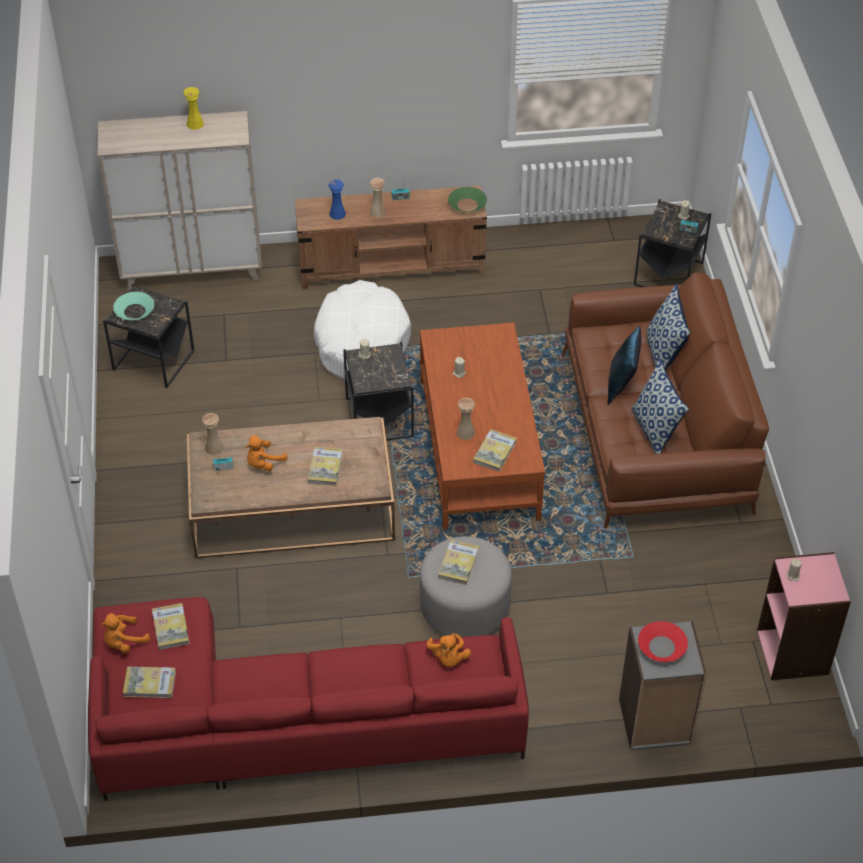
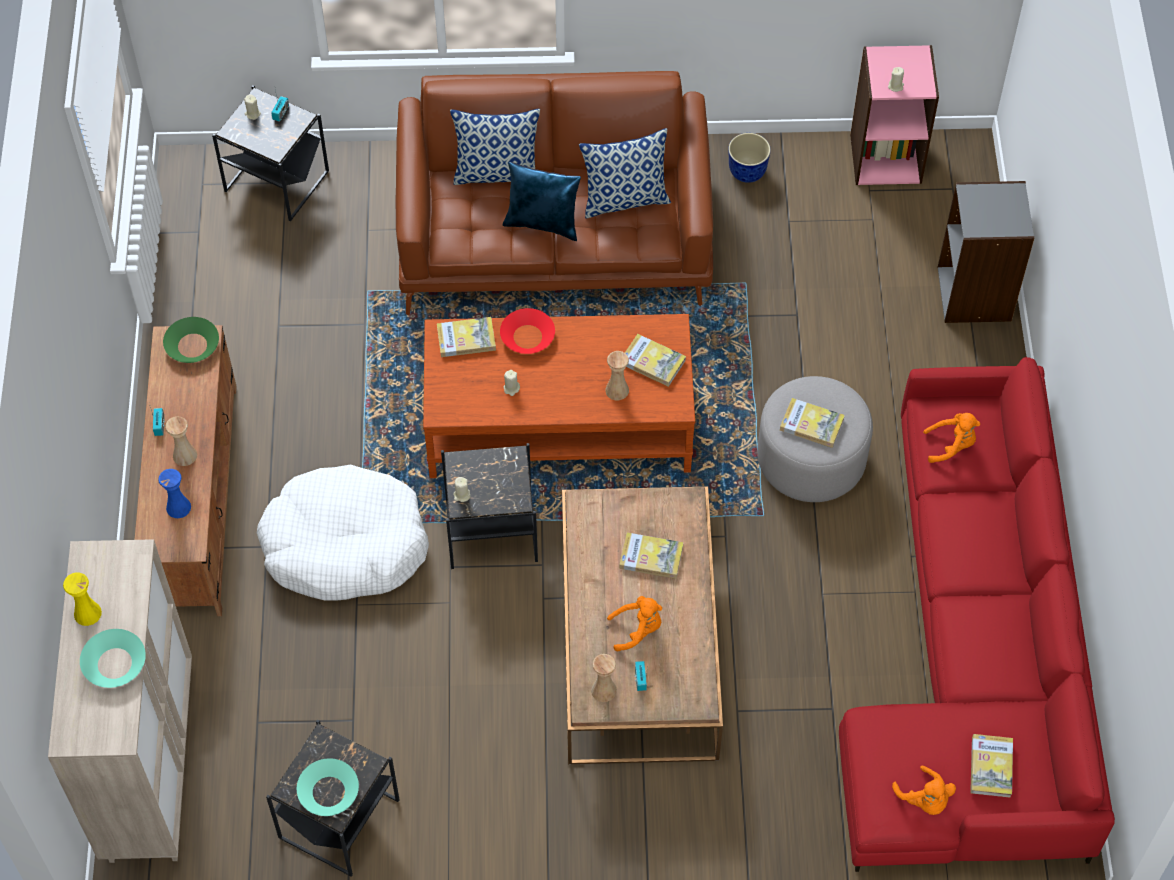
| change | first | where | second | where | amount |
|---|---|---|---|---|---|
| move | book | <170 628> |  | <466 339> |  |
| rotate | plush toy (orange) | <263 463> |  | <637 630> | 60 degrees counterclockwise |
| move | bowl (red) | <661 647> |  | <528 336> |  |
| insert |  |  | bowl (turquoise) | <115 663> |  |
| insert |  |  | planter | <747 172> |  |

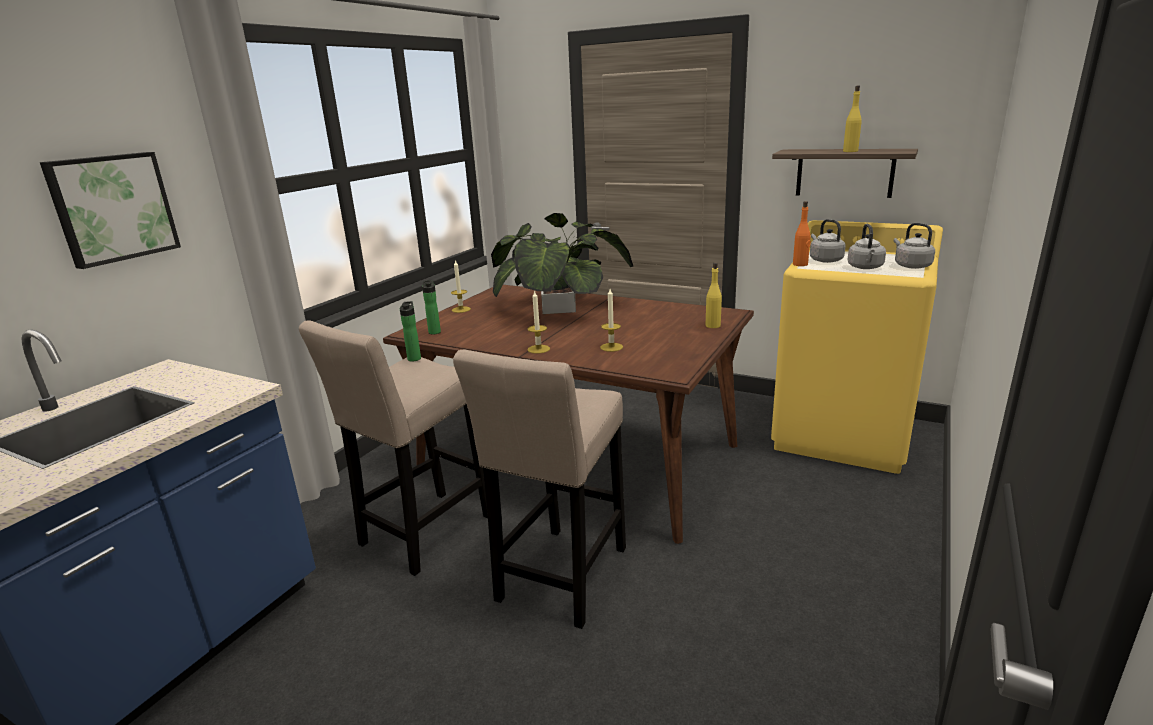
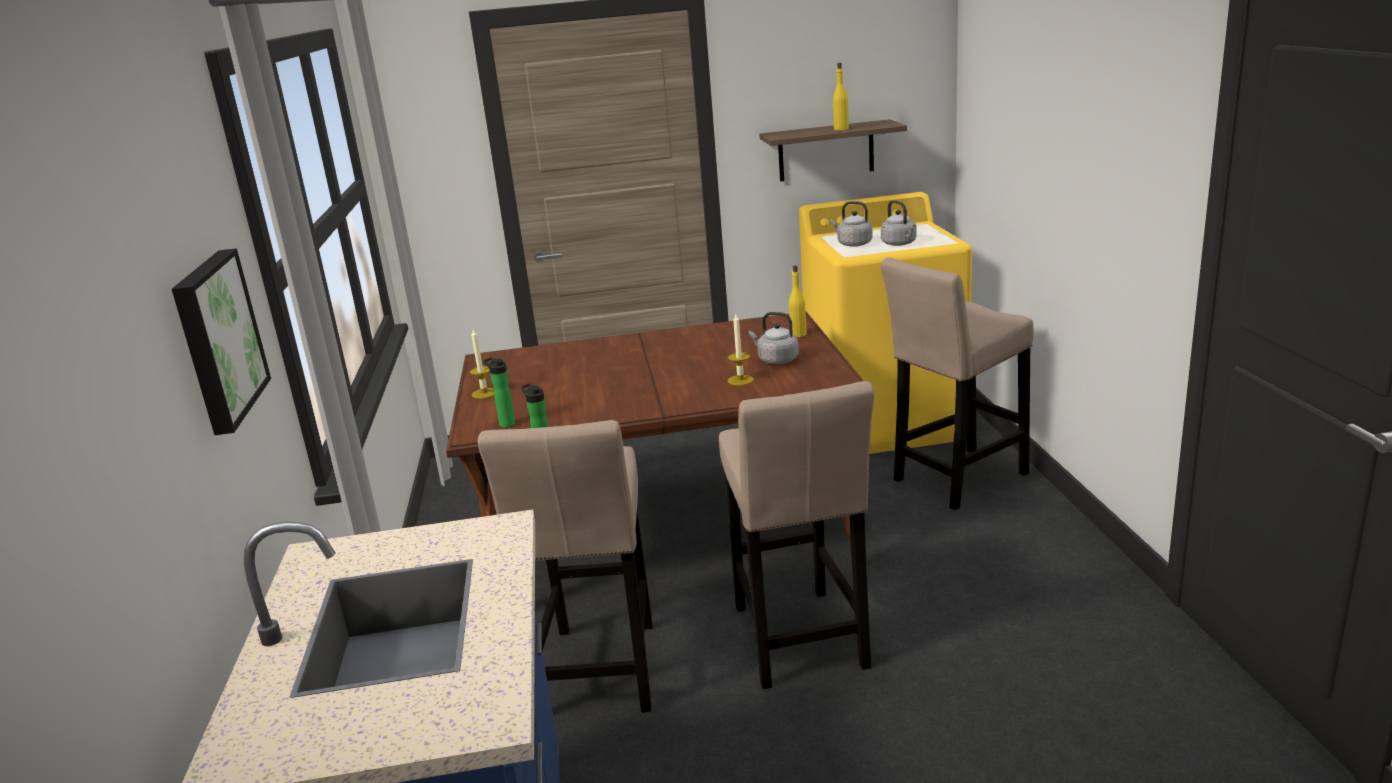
| change | first | where | second | where | amount |
|---|---|---|---|---|---|
| delete | potted plant | <558 308> |  |  |  |
| delete | candle | <538 349> |  |  |  |
| delete | bottle (orange) | <800 264> |  |  |  |
| move | kettle (grey) | <911 266> |  | <776 360> |  |
| insert |  |  | stool (beige) | <955 480> |  |

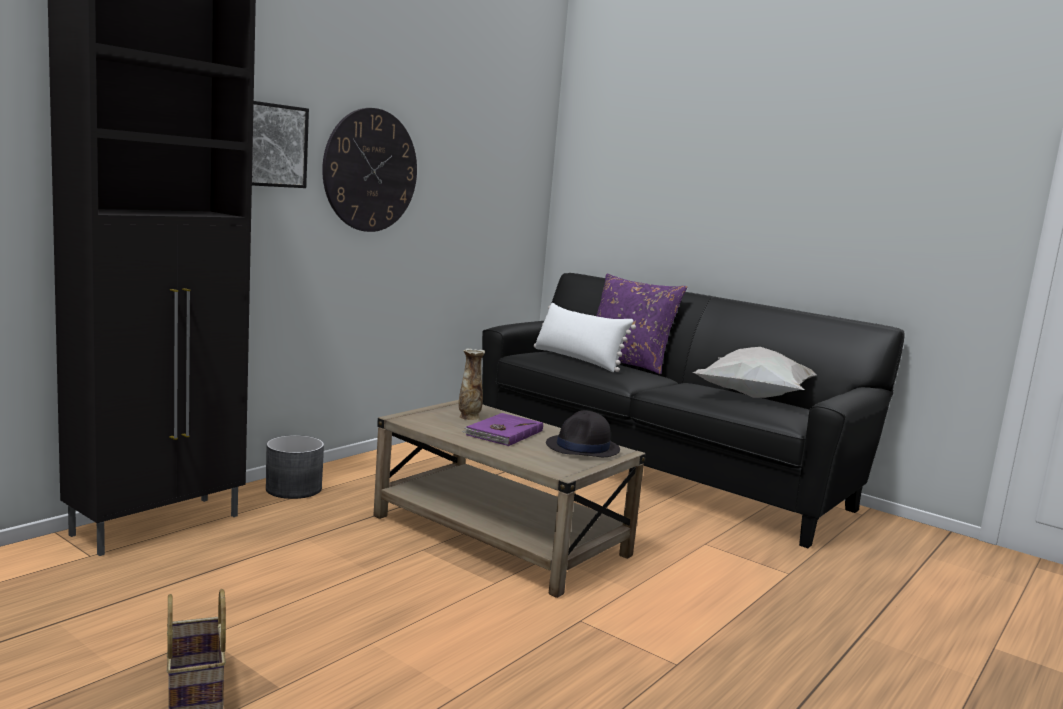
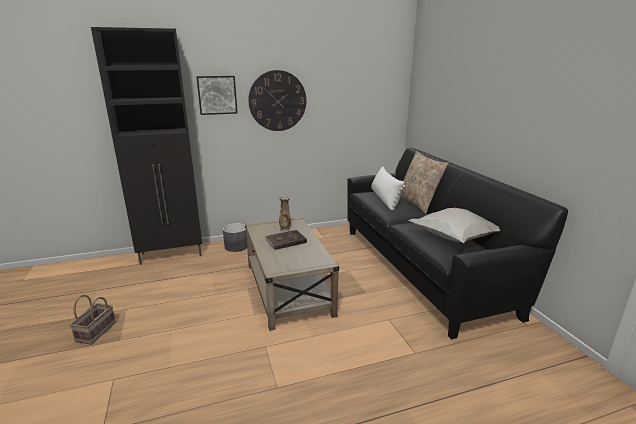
| change | first | where | second | where | amount |
|---|---|---|---|---|---|
| recolor | book (purple) | <503 433> | book (brown) | <285 241> |  |
| delete | hat (black) | <583 448> |  |  |  |
| recolor | pillow (purple) | <627 363> | pillow (beige) | <418 203> |  |

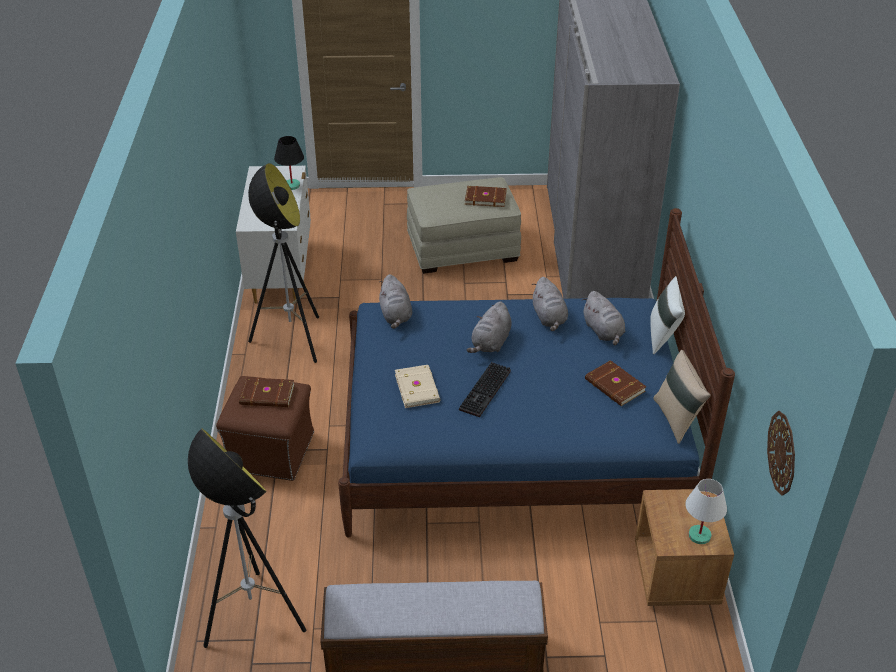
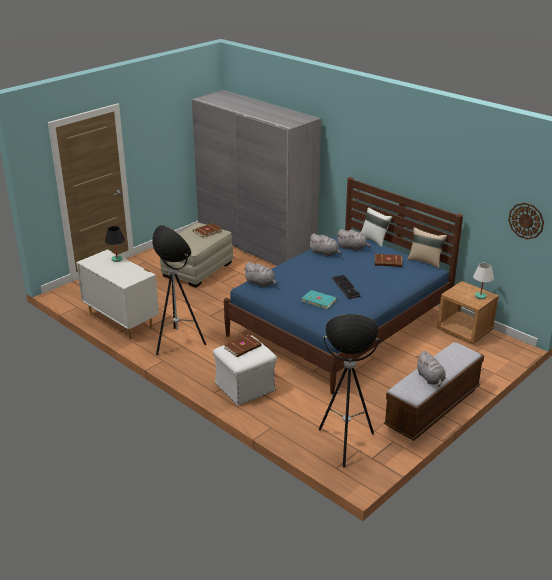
| change | first | where | second | where | amount |
|---|---|---|---|---|---|
| recolor | ottoman (brown) | <271 451> | ottoman (white) | <245 387> |  |
| recolor | book (beige) | <418 388> | book (turquoise) | <319 300> |  |
| move | plush toy (grey) | <490 343> |  | <430 379> |  |

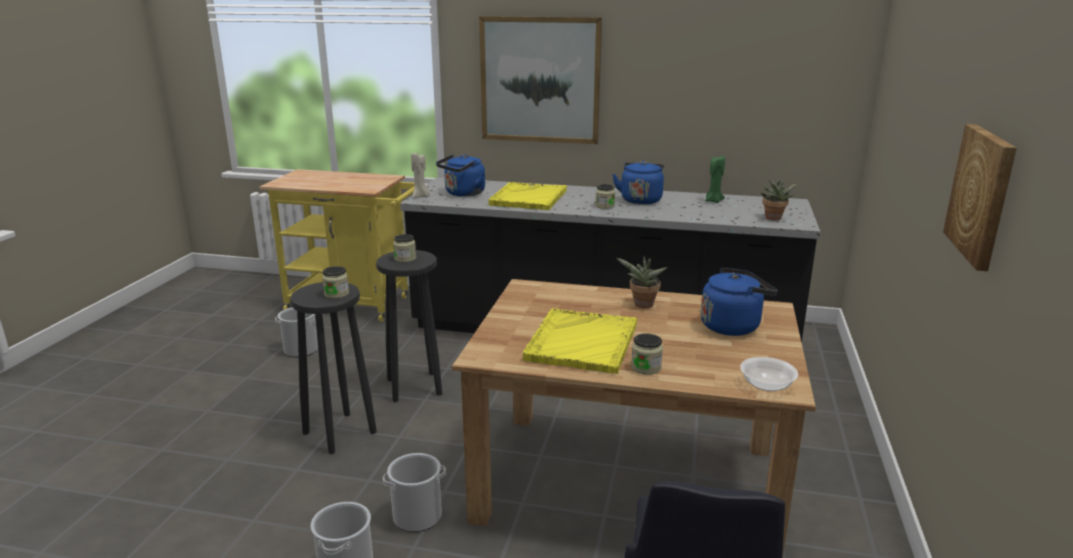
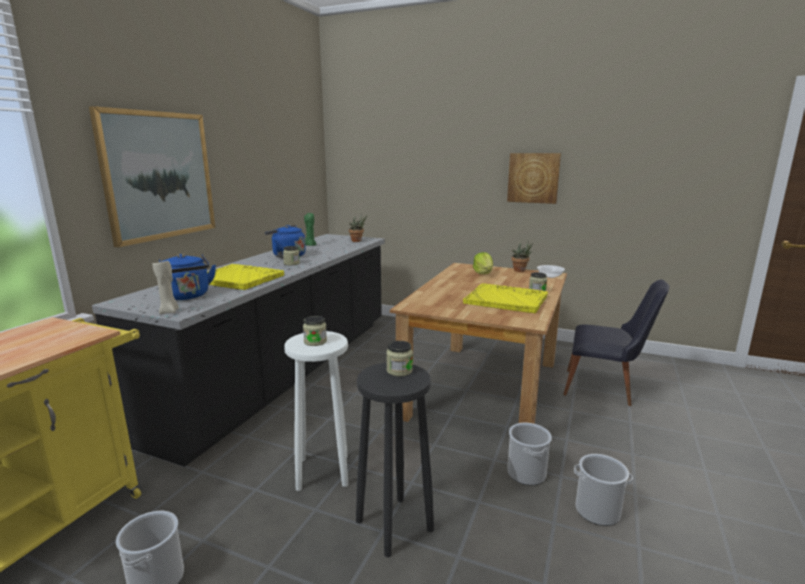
| change | first | where | second | where | amount |
|---|---|---|---|---|---|
| recolor | stool (black) | <415 386> | stool (white) | <323 471> |  |
| move | potted plant | <642 305> |  | <521 271> |  |
| replace | kettle (blue) | <733 326> | lettuce | <483 273> |  |

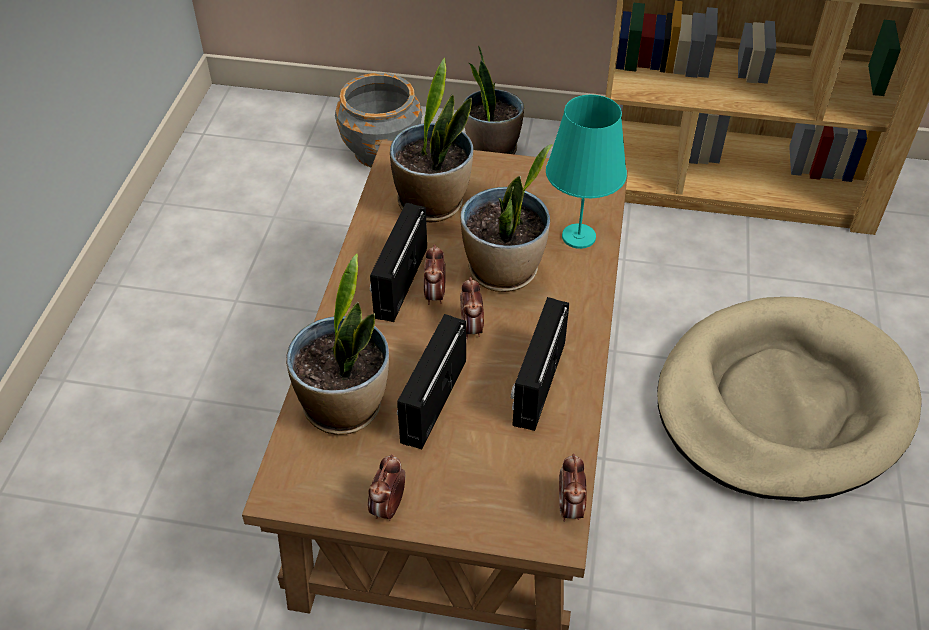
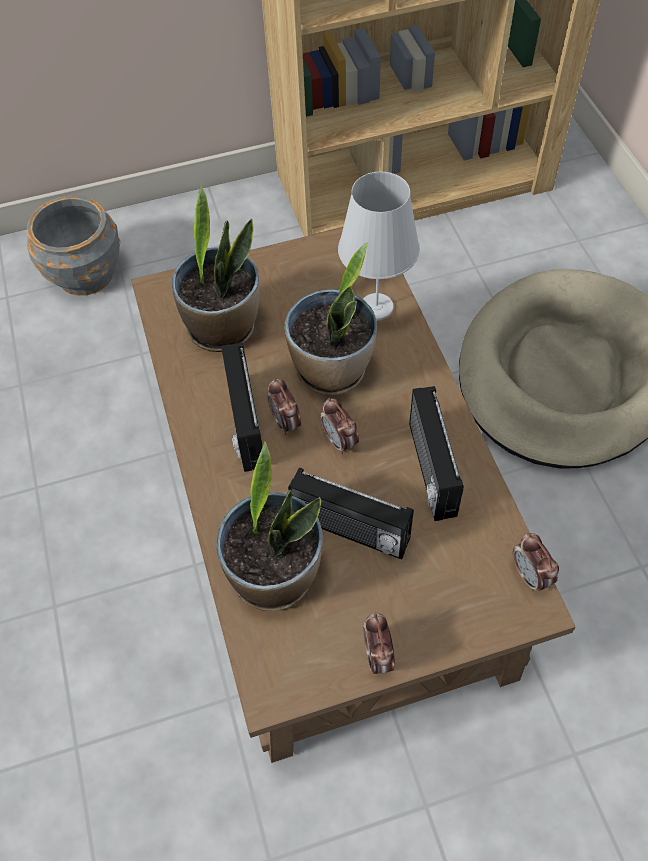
| change | first | where | second | where | amount |
|---|---|---|---|---|---|
| rotate | radio | <431 401> |  | <349 531> | 60 degrees counterclockwise |
| delete | potted plant | <491 149> |  |  |  |
| recolor | table lamp (turquoise) | <579 237> | table lamp (white) | <377 307> |  |

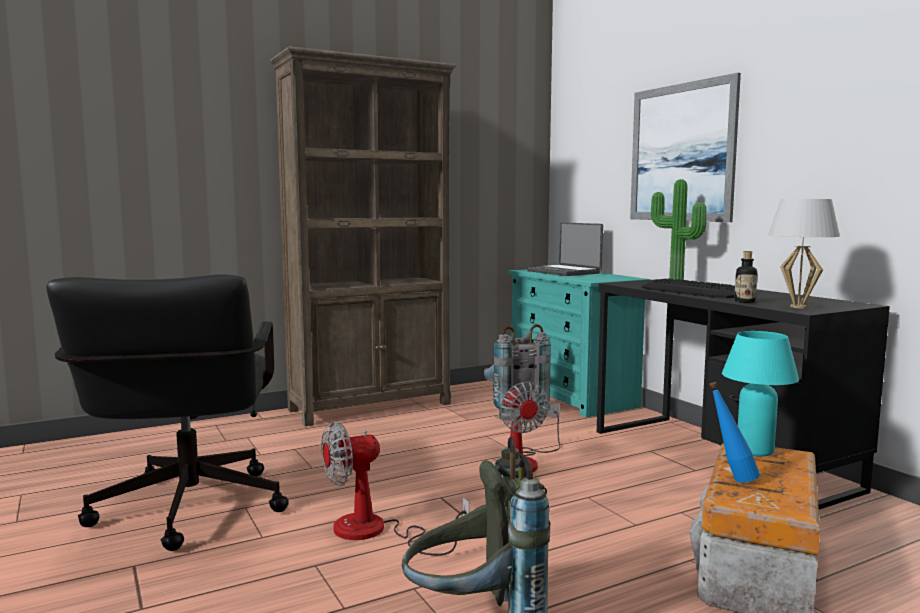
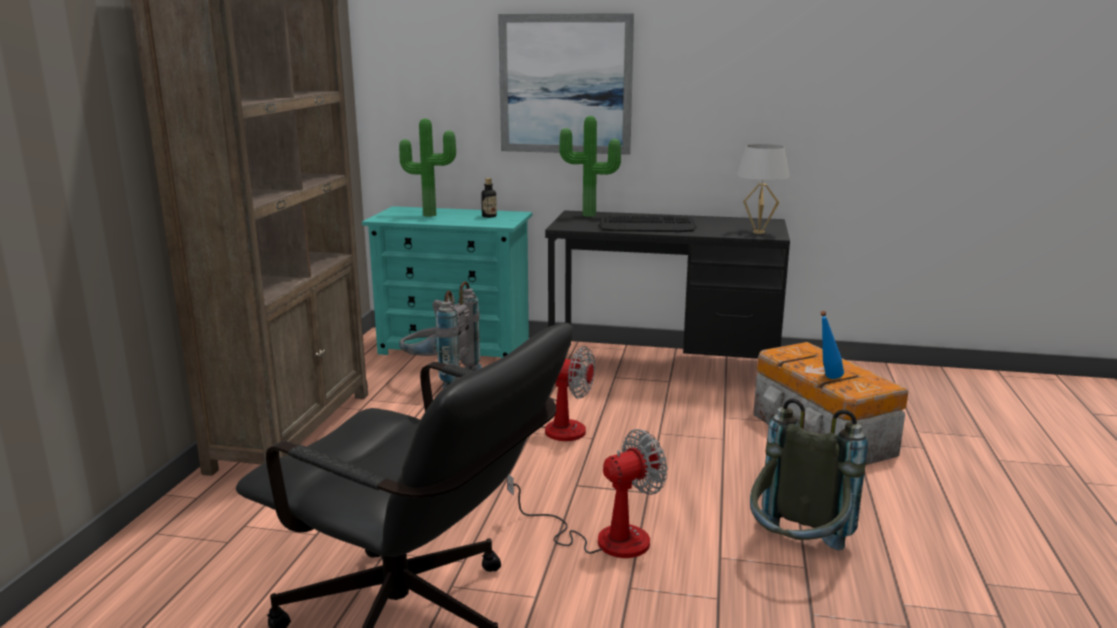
| change | first | where | second | where | amount |
|---|---|---|---|---|---|
| rotate | fan | <375 532> |  | <604 538> | 135 degrees counterclockwise |
| replace | laptop | <564 272> | potted plant | <430 214> |  |
| delete | table lamp (turquoise) | <755 451> |  |  |  |
| move | bottle | <744 302> |  | <489 216> |  |

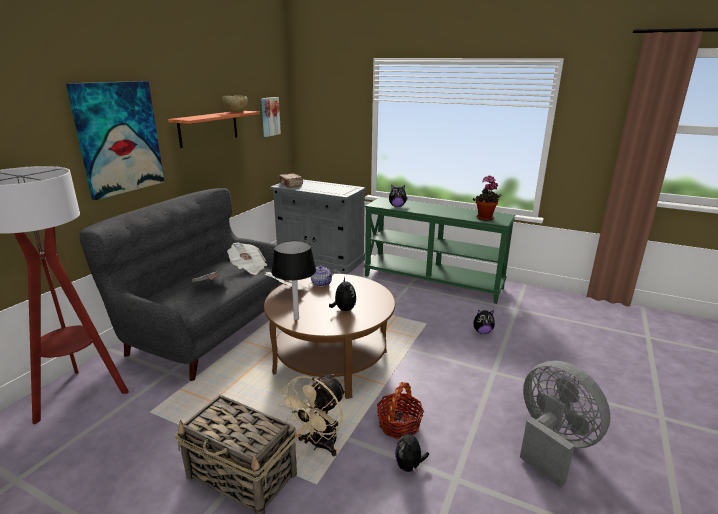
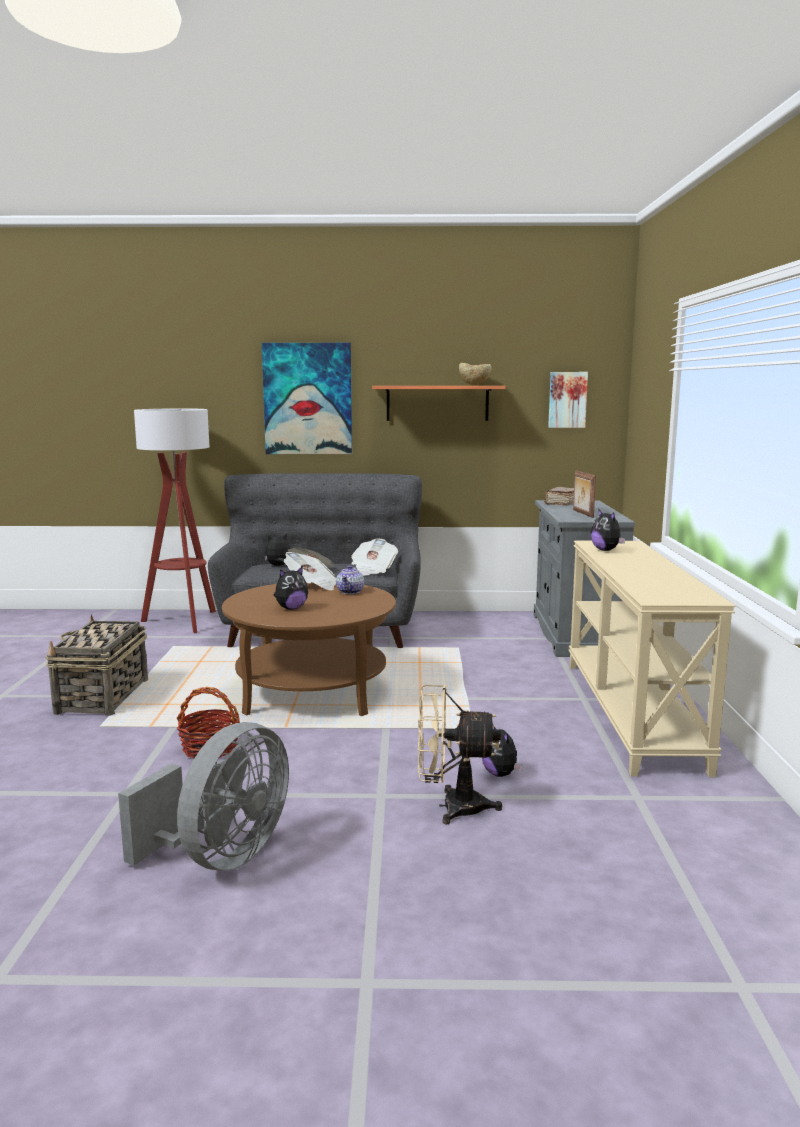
| change | first | where | second | where | amount |
|---|---|---|---|---|---|
| delete | table lamp (black) | <296 318> |  |  |  |
| move | fan (beige) | <318 445> |  | <451 807> |  |
| recolor | console table (green) | <433 281> | console table (beige) | <633 713> |  |
| move | plush toy | <409 466> |  | <278 566> |  |
| delete | potted plant | <484 219> |  |  |  |
| insert |  |  | picture frame | <582 513> |  |

